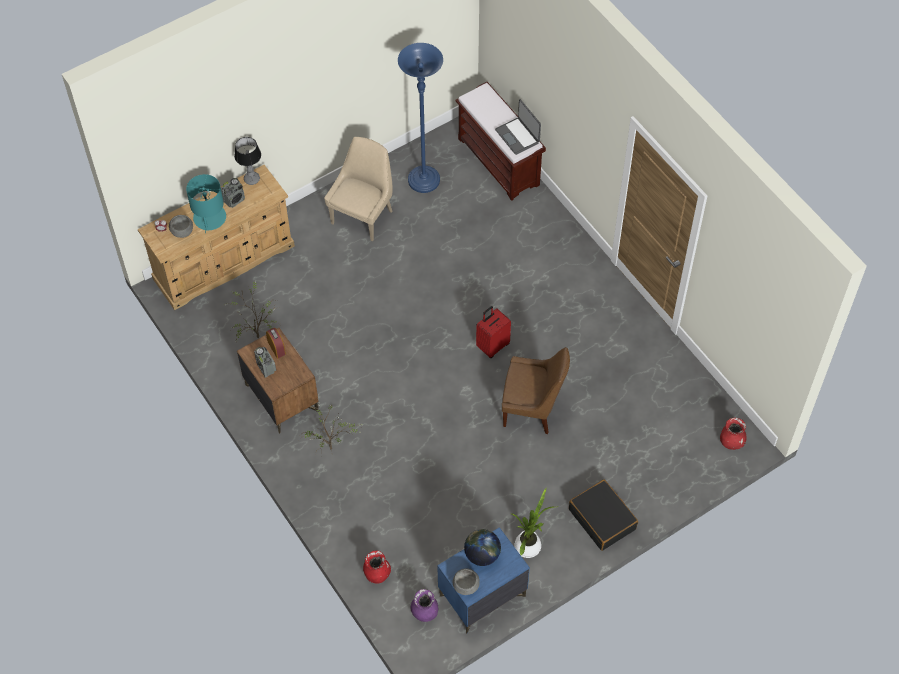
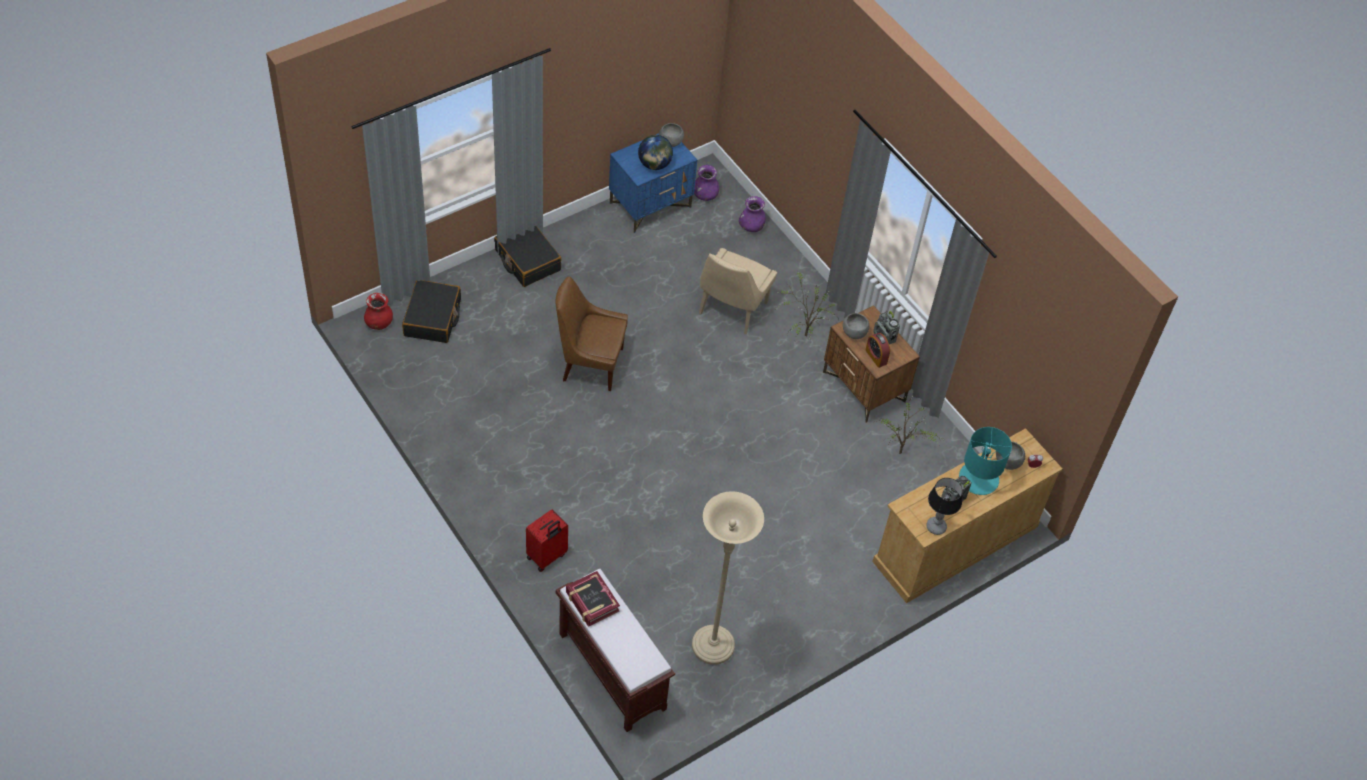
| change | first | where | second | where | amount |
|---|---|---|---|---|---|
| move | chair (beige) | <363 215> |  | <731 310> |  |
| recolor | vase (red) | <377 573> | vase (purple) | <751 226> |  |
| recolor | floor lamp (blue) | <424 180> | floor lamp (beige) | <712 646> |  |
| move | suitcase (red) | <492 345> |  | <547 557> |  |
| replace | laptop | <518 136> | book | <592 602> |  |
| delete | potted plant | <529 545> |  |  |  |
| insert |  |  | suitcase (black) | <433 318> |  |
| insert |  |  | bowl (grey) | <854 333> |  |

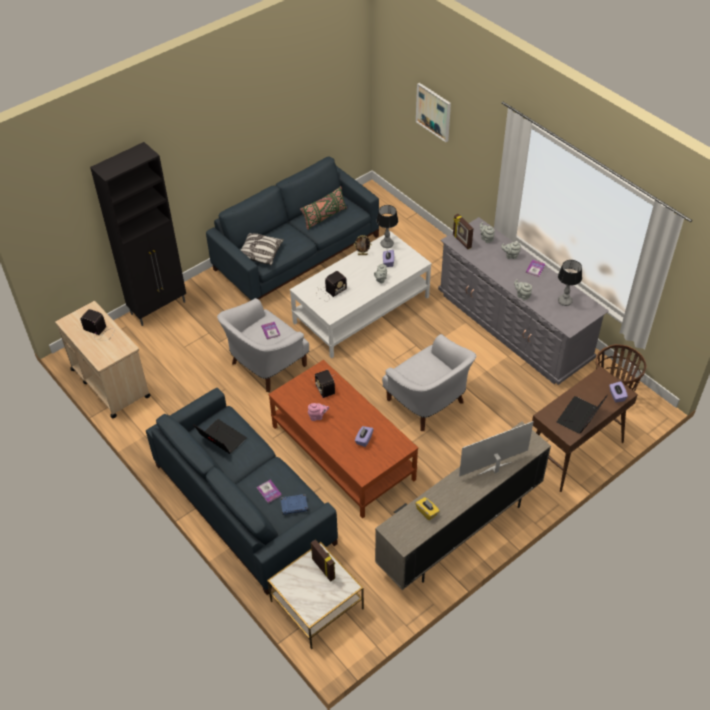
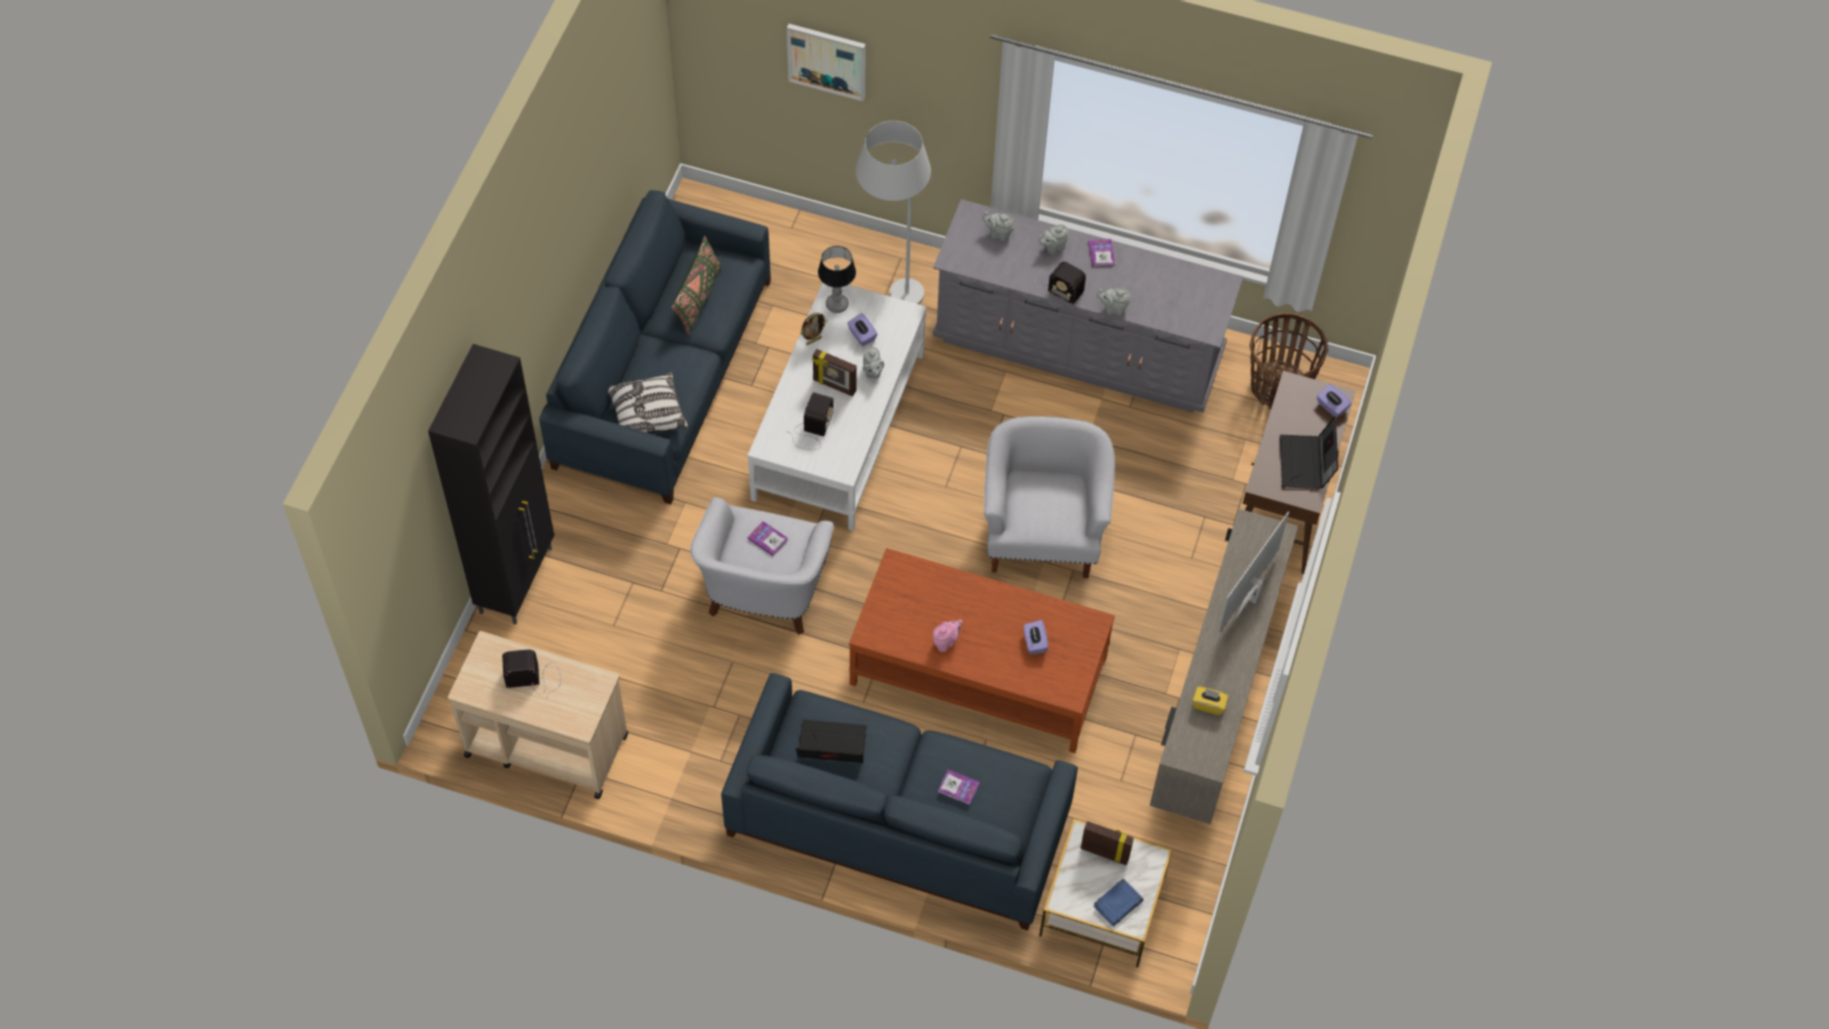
| change | first | where | second | where | amount |
|---|---|---|---|---|---|
| move | book (blue) | <294 505> |  | <1118 903> |  |
| move | radio | <324 383> |  | <1057 284> |  |
| rotate | armchair (white) | <427 403> |  | <1042 533> | 105 degrees counterclockwise |
| move | picture frame | <461 241> |  | <834 386> |  |
| delete | table lamp | <565 301> |  |  |  |
| insert |  |  | floor lamp (white) | <890 285> |  |

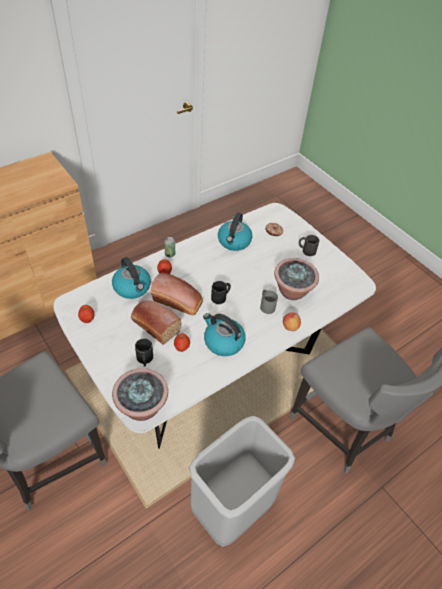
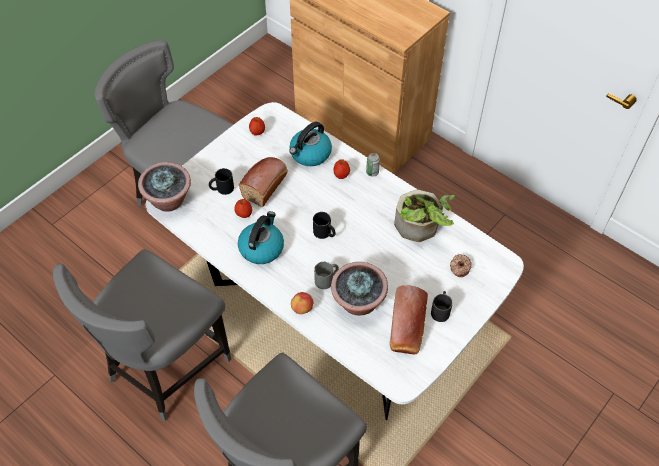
| change | first | where | second | where | amount |
|---|---|---|---|---|---|
| move | bread | <179 302> |  | <406 329> |  |
| replace | trash can (grey) | <232 508> | chair (grey) | <165 368> |  |
| replace | kettle | <234 242> | potted plant | <420 228> |  |

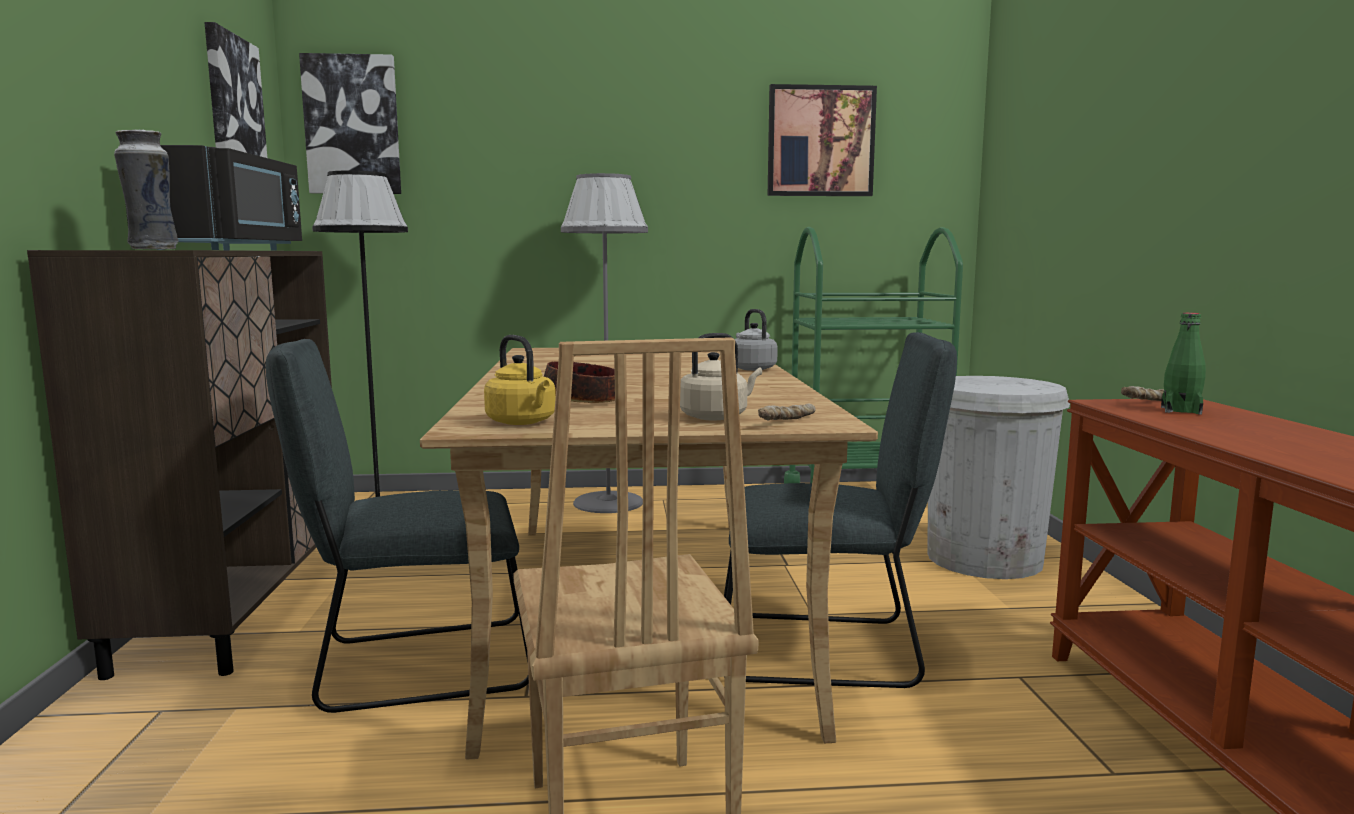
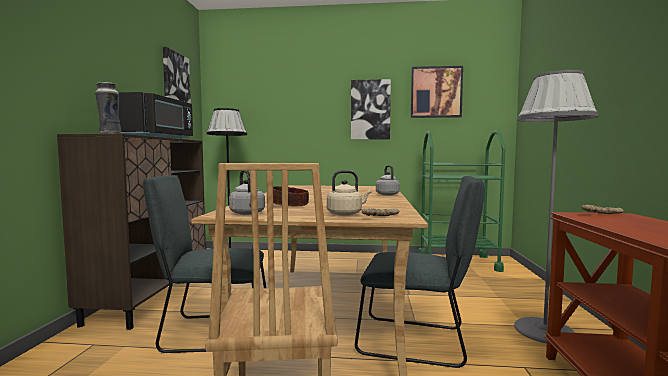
| change | first | where | second | where | amount |
|---|---|---|---|---|---|
| move | picture | <352 125> |  | <370 110> |  |
| recolor | kettle (yellow) | <523 422> | kettle (grey) | <248 213> |  |
| move | floor lamp (grey) | <608 502> |  | <544 330> |  |
| delete | trash can (white) | <984 558> |  |  |  |
| delete | bottle (green) | <1181 410> |  |  |  |

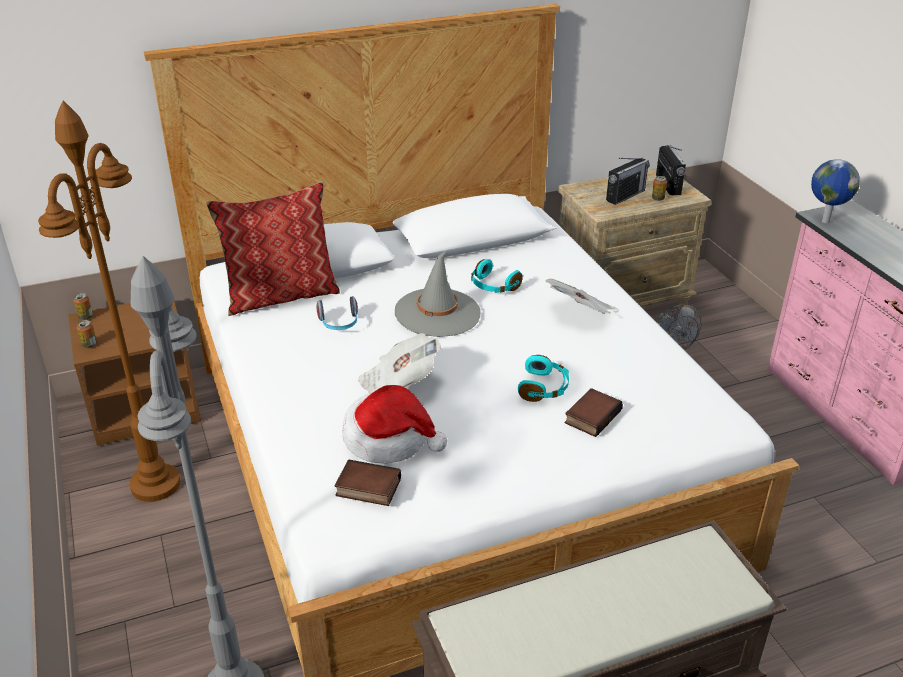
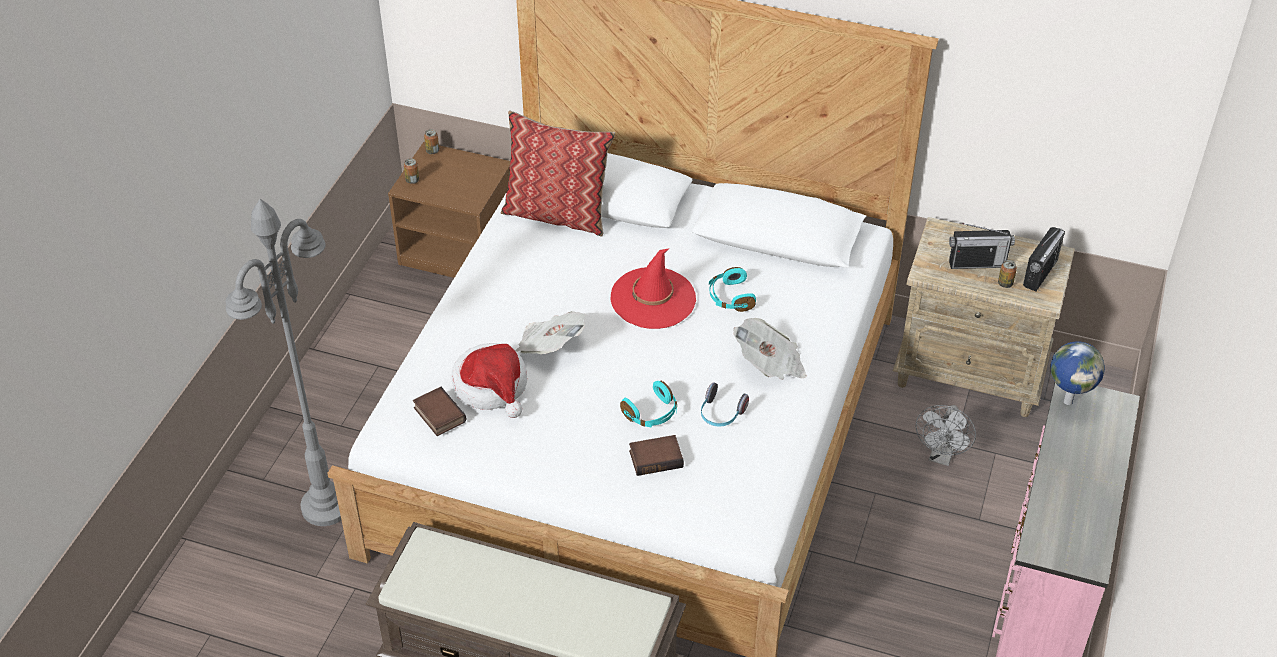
| change | first | where | second | where | amount |
|---|---|---|---|---|---|
| delete | floor lamp (brown) | <155 484> |  |  |  |
| move | headphones | <339 324> |  | <721 414> |  |
| recolor | hat (grey) | <437 313> | hat (red) | <653 298> |  |

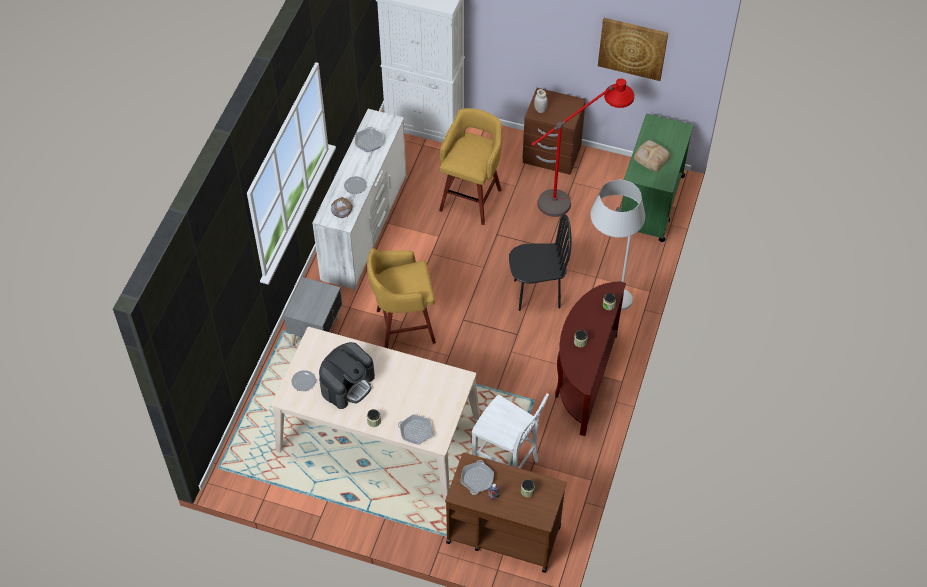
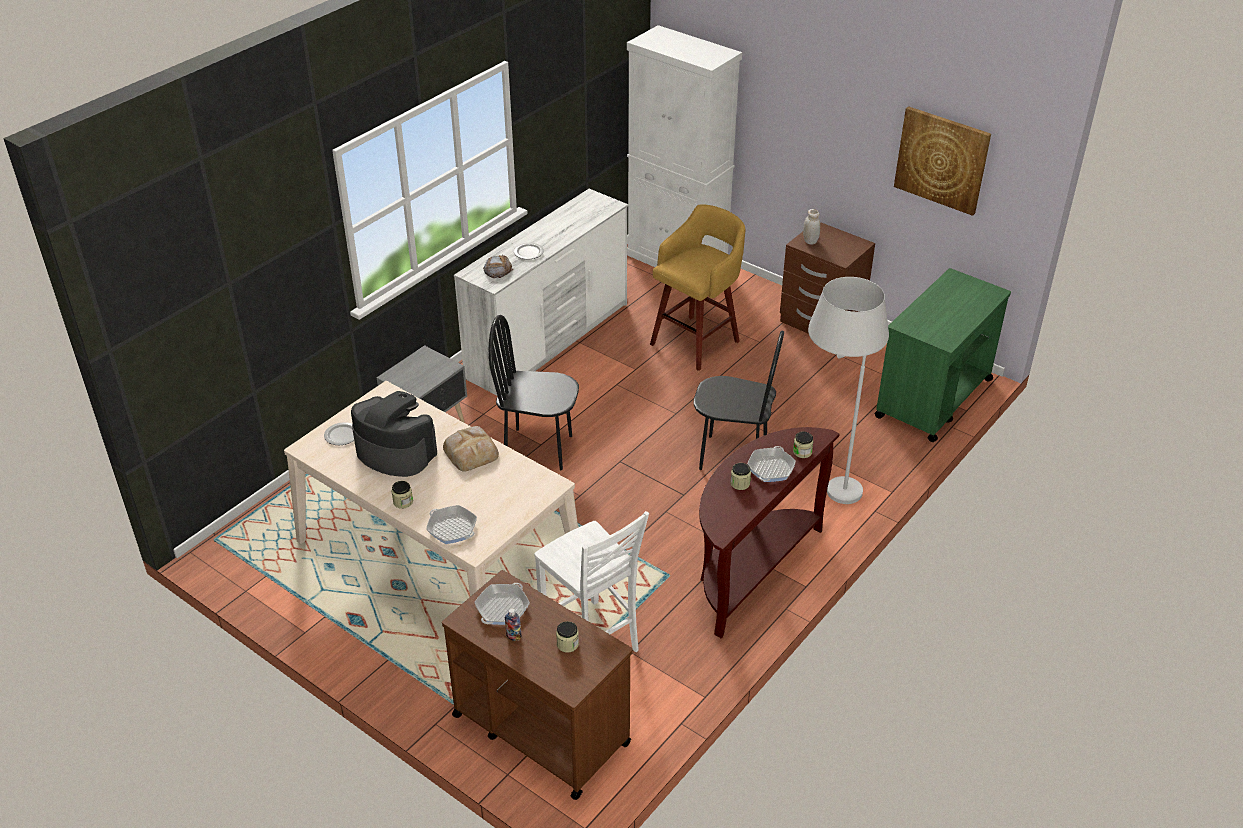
| change | first | where | second | where | amount |
|---|---|---|---|---|---|
| rotate | coffee machine | <347 384> |  | <395 452> | 120 degrees counterclockwise |
| move | frying pan | <369 142> |  | <770 468> |  |
| replace | stool (yellow) | <403 326> | chair (black) | <538 449> |  |
| delete | floor lamp (red) | <576 196> |  |  |  |
| move | bread | <651 157> |  | <471 451> |  |

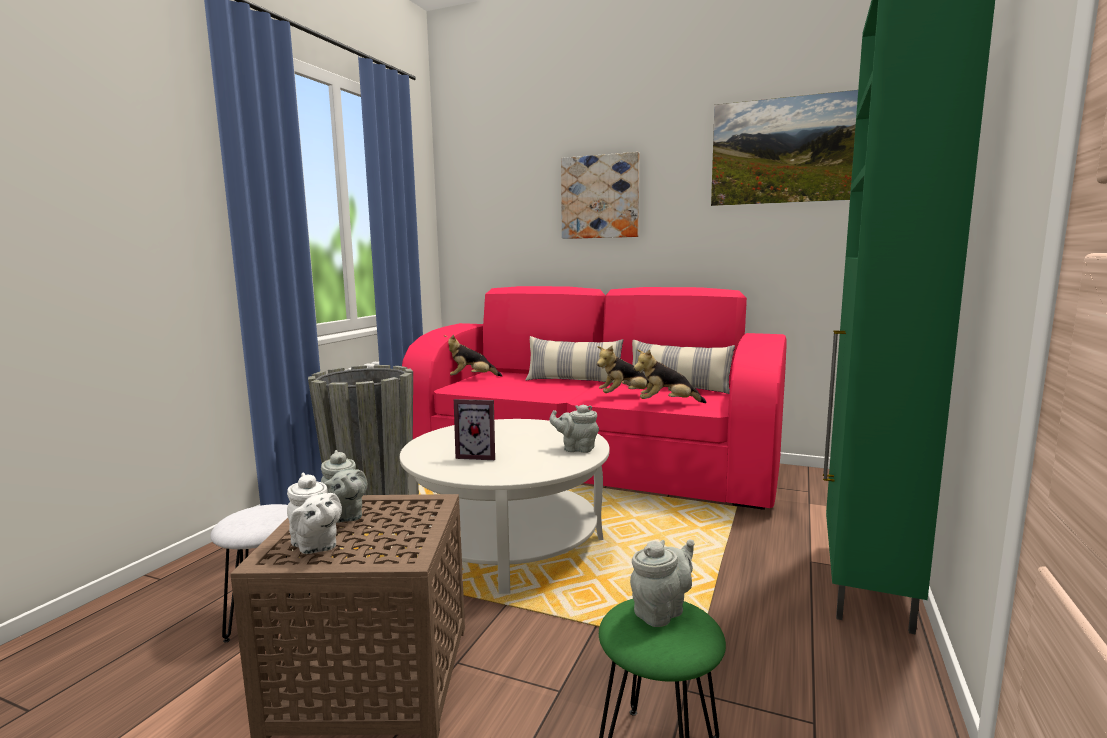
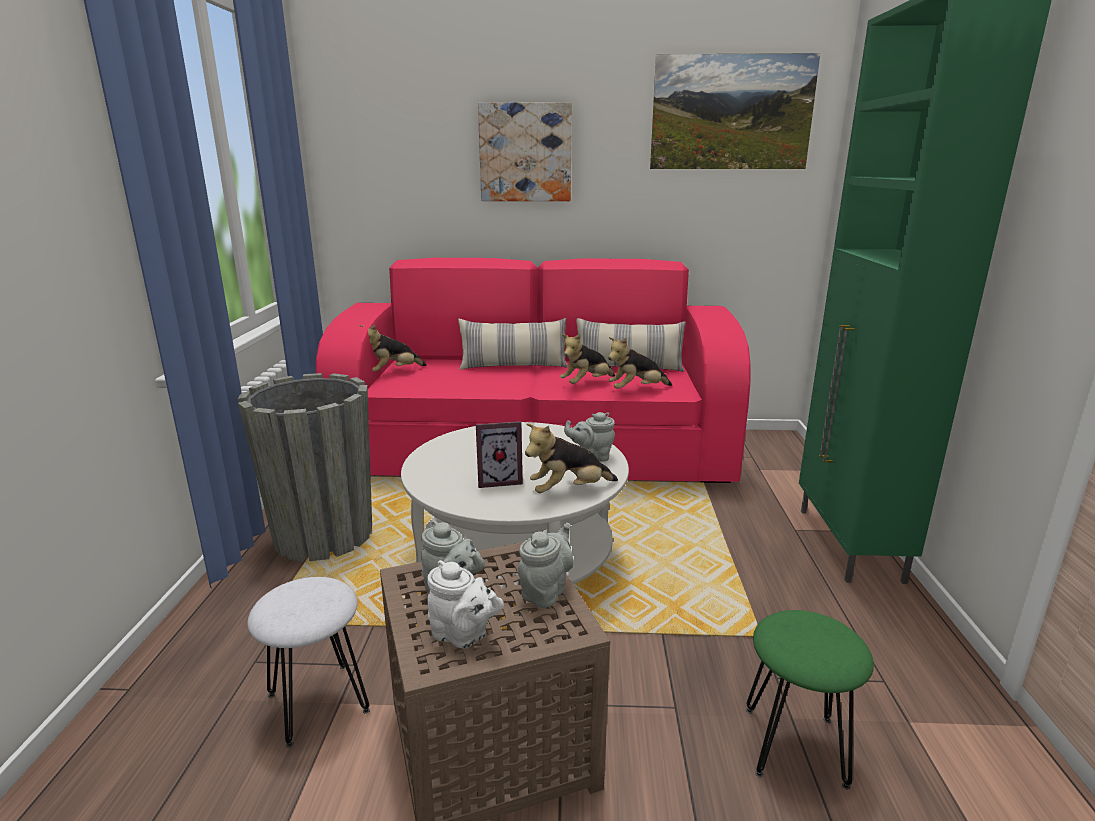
| change | first | where | second | where | amount |
|---|---|---|---|---|---|
| move | teapot (grey) | <661 611> |  | <546 591> |  |
| insert |  |  | plush toy | <568 491> |  |

